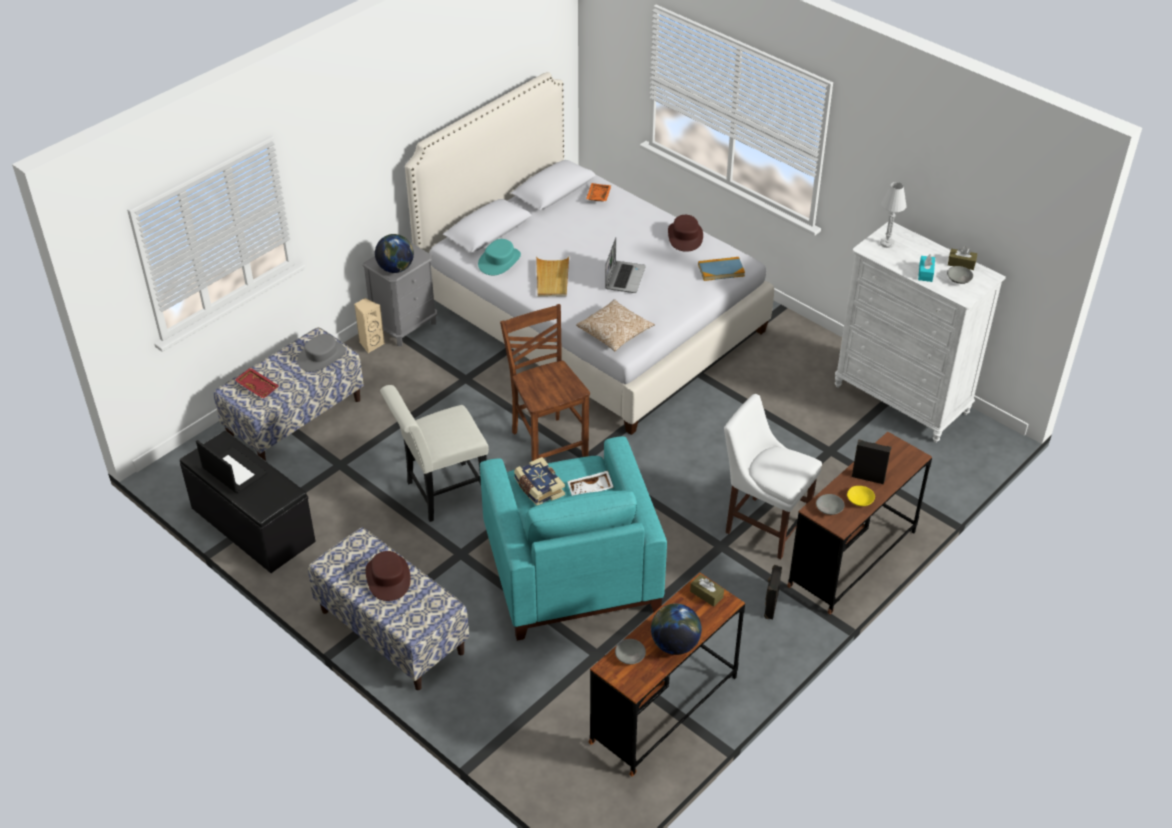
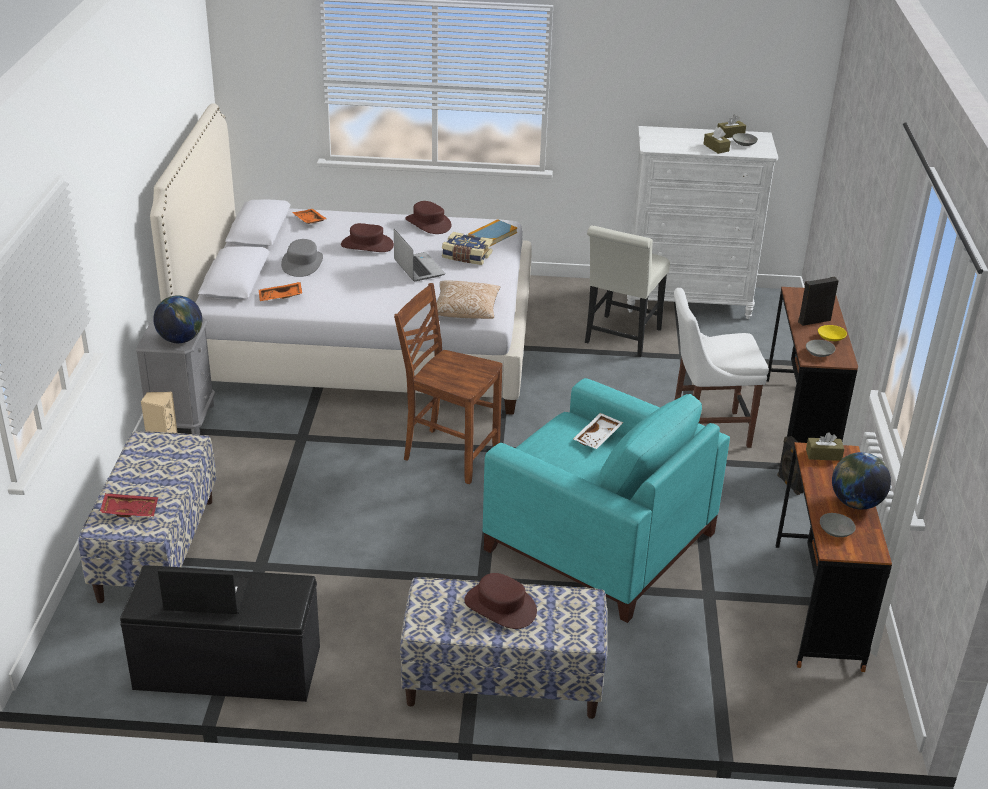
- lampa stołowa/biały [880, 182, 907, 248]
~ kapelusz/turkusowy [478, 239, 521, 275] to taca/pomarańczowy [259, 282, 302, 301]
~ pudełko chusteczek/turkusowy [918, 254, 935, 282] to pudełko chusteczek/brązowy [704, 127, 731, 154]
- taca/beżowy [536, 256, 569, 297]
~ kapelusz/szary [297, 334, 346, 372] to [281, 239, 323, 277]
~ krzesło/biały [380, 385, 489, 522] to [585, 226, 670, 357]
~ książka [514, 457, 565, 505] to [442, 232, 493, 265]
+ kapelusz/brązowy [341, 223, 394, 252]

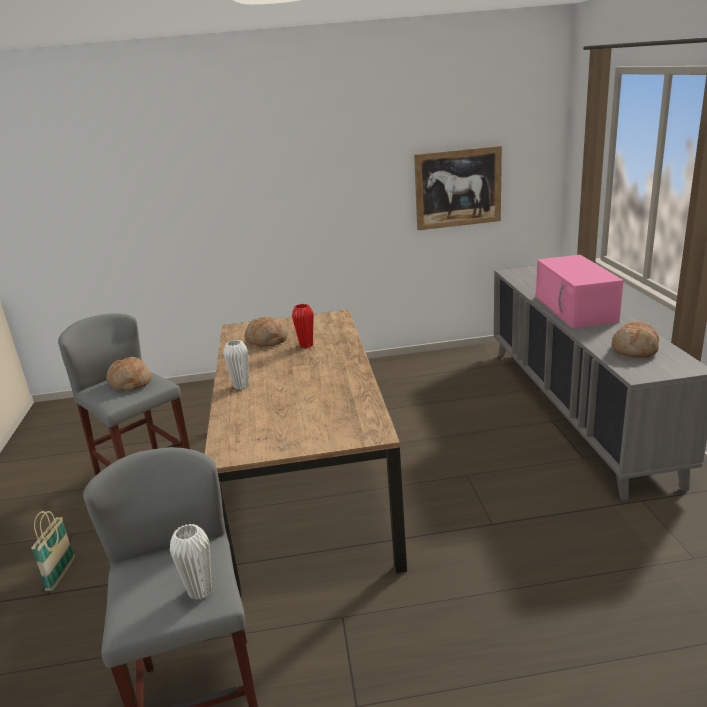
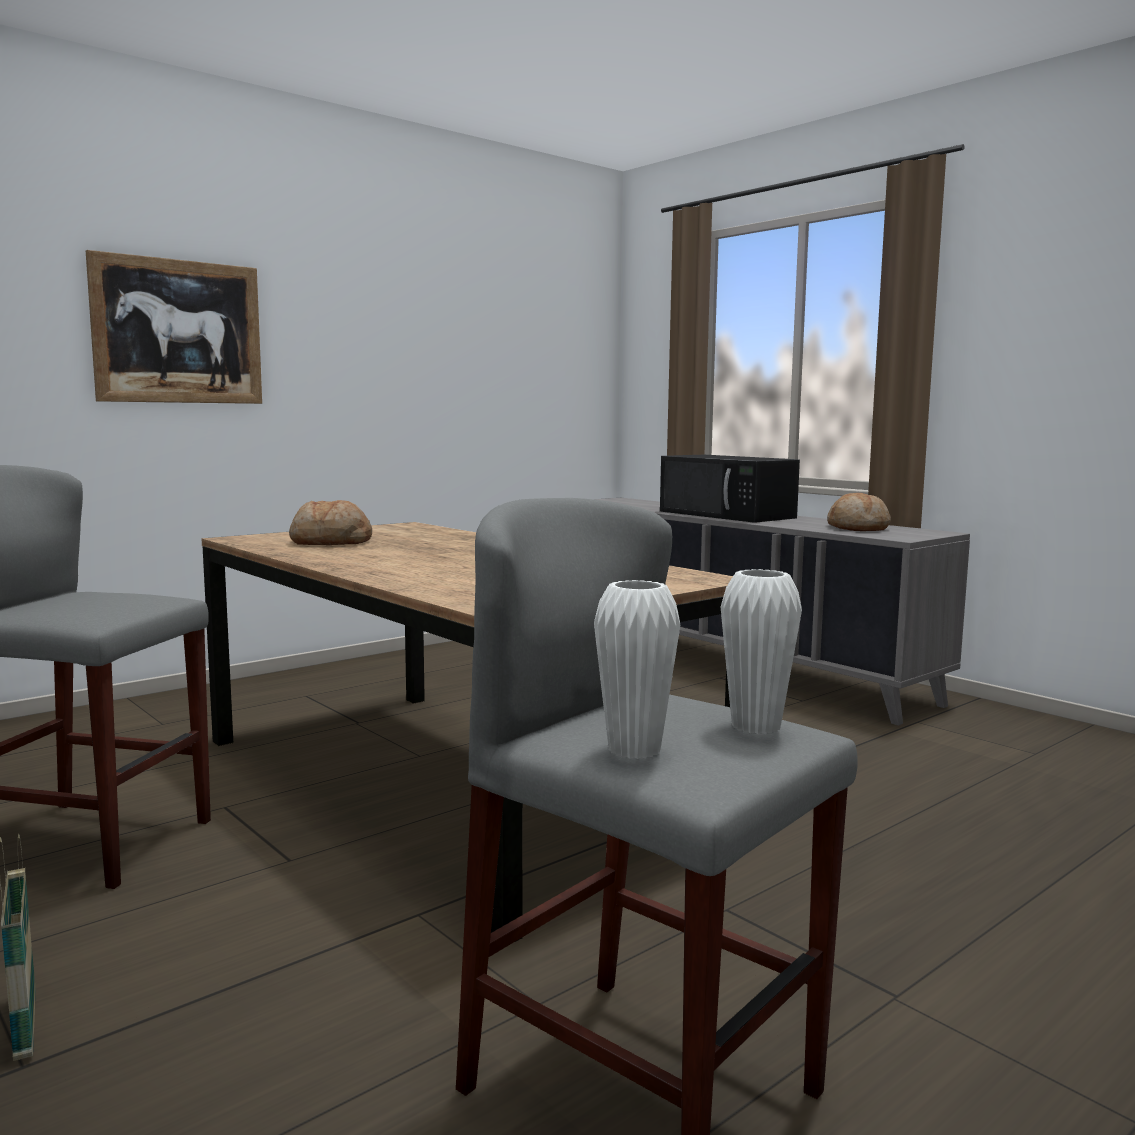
~ obraz [414, 146, 502, 230] to [86, 250, 262, 404]
~ mikrofalówka/różowy [536, 255, 623, 328] to mikrofalówka/czarny [660, 455, 800, 523]
- wazon/czerwony [292, 304, 314, 348]
~ wazon/biały [223, 340, 249, 389] to [594, 580, 680, 759]
- chleb [106, 357, 152, 391]

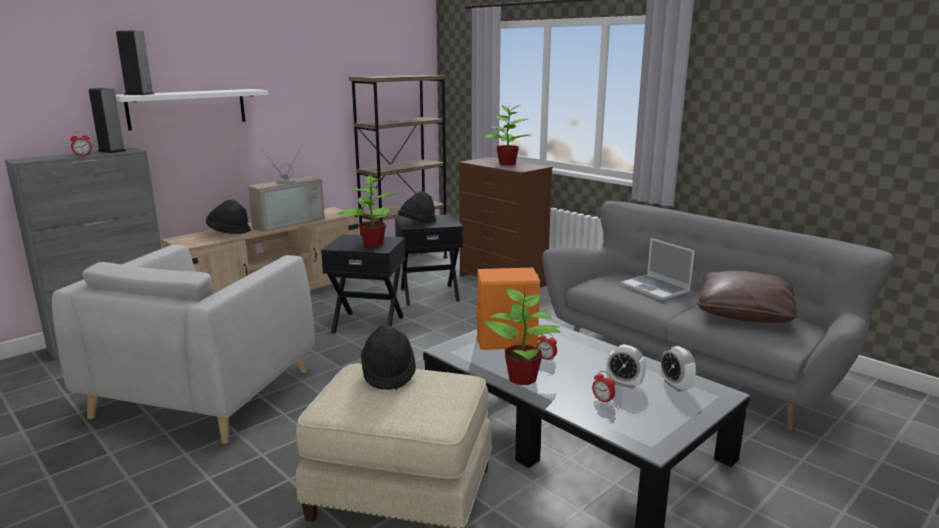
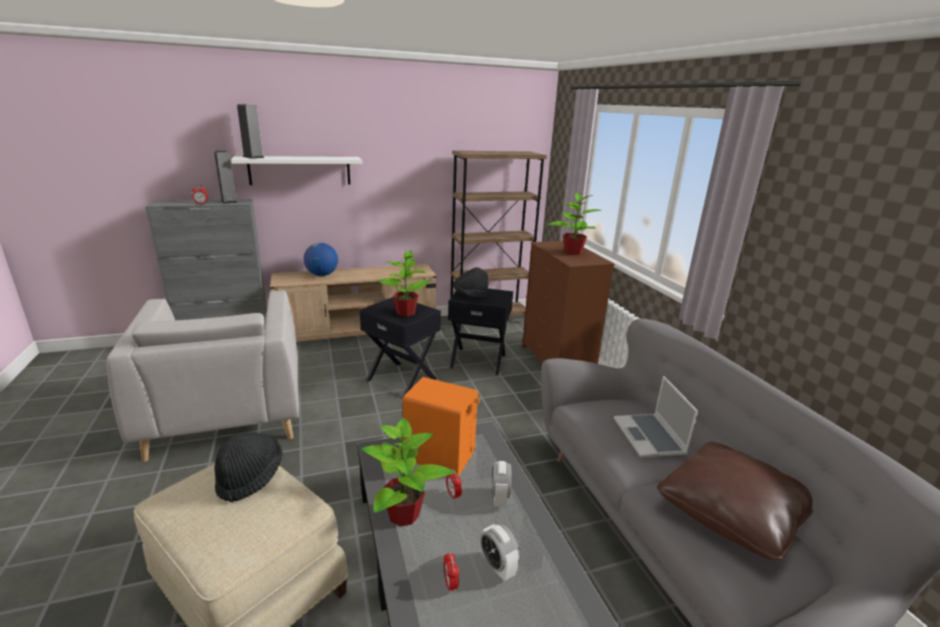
- telewizor [248, 145, 325, 231]
~ kapelusz/czarny [206, 200, 251, 234] to globus [304, 243, 338, 276]
~ fotel/szary [52, 245, 315, 444] = [107, 290, 299, 462] 60 degrees counterclockwise
~ budzik [661, 346, 696, 392] to [491, 461, 511, 507]

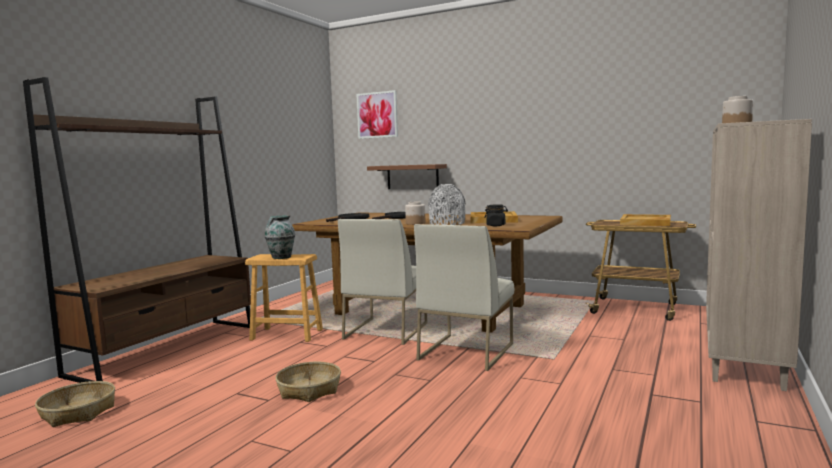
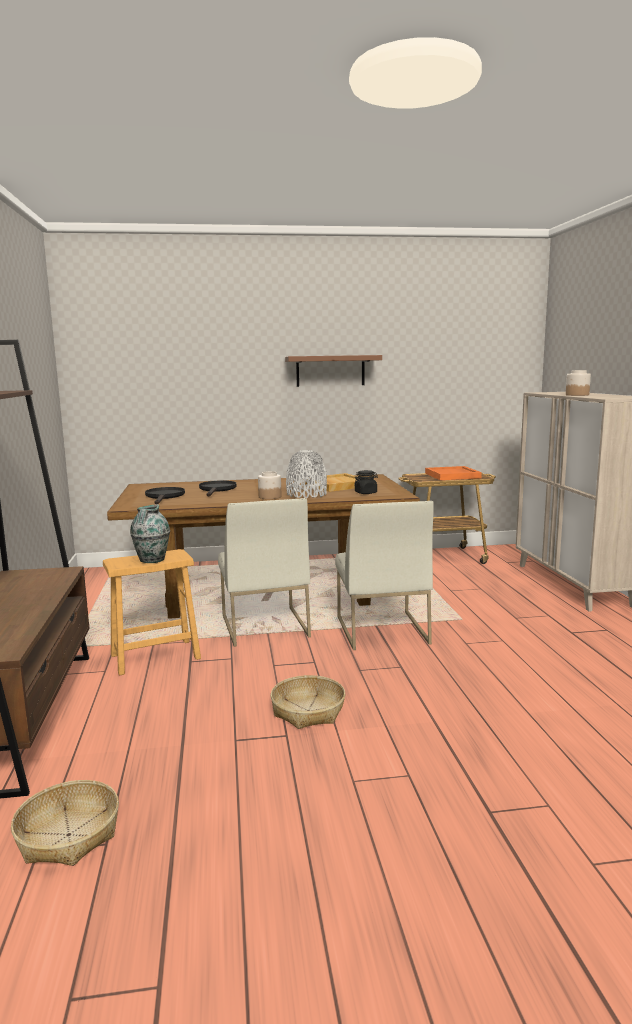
- obraz [356, 90, 398, 139]
~ półka/brązowy [367, 164, 447, 189] to [285, 355, 382, 387]
~ taca/beżowy [620, 214, 671, 226] to taca/pomarańczowy [425, 466, 482, 480]

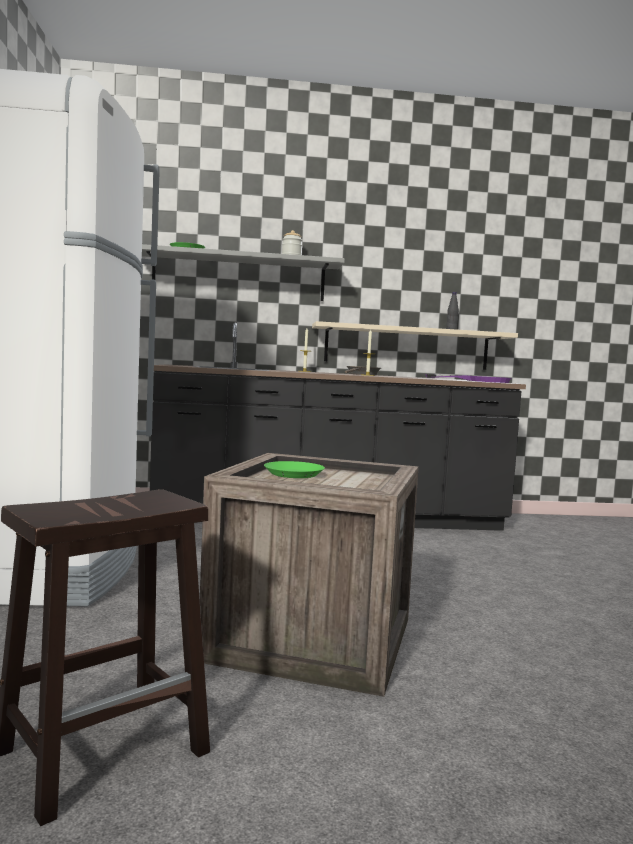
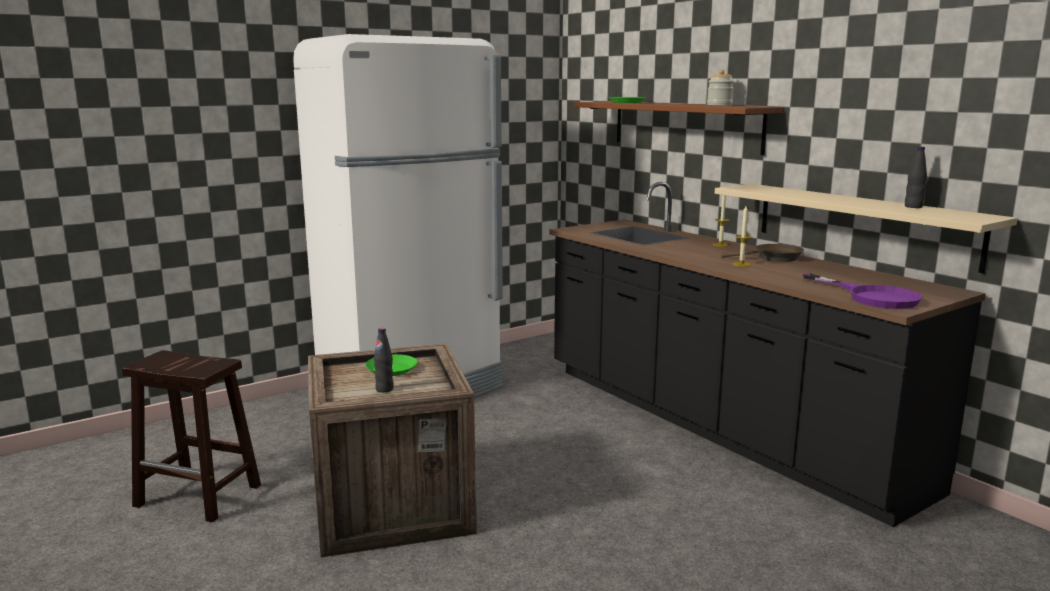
~ półka/szary [142, 244, 345, 301] to półka/brązowy [574, 102, 783, 155]
+ butelka/czarny [374, 328, 394, 393]

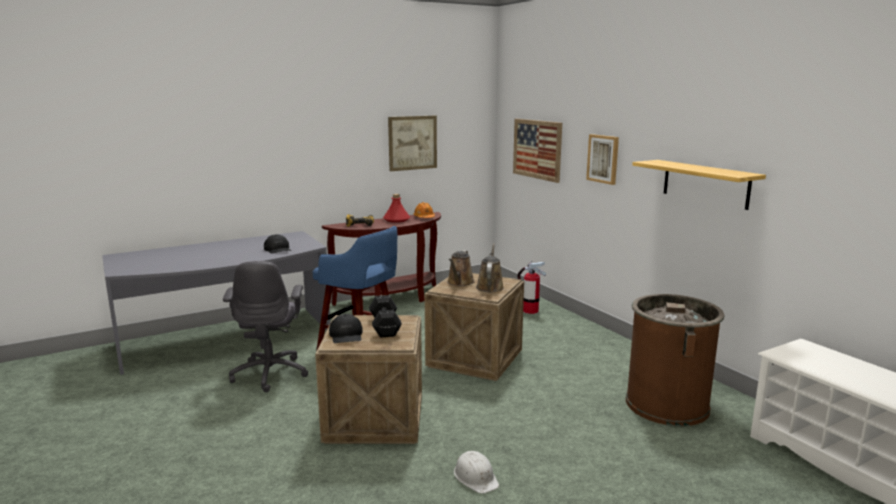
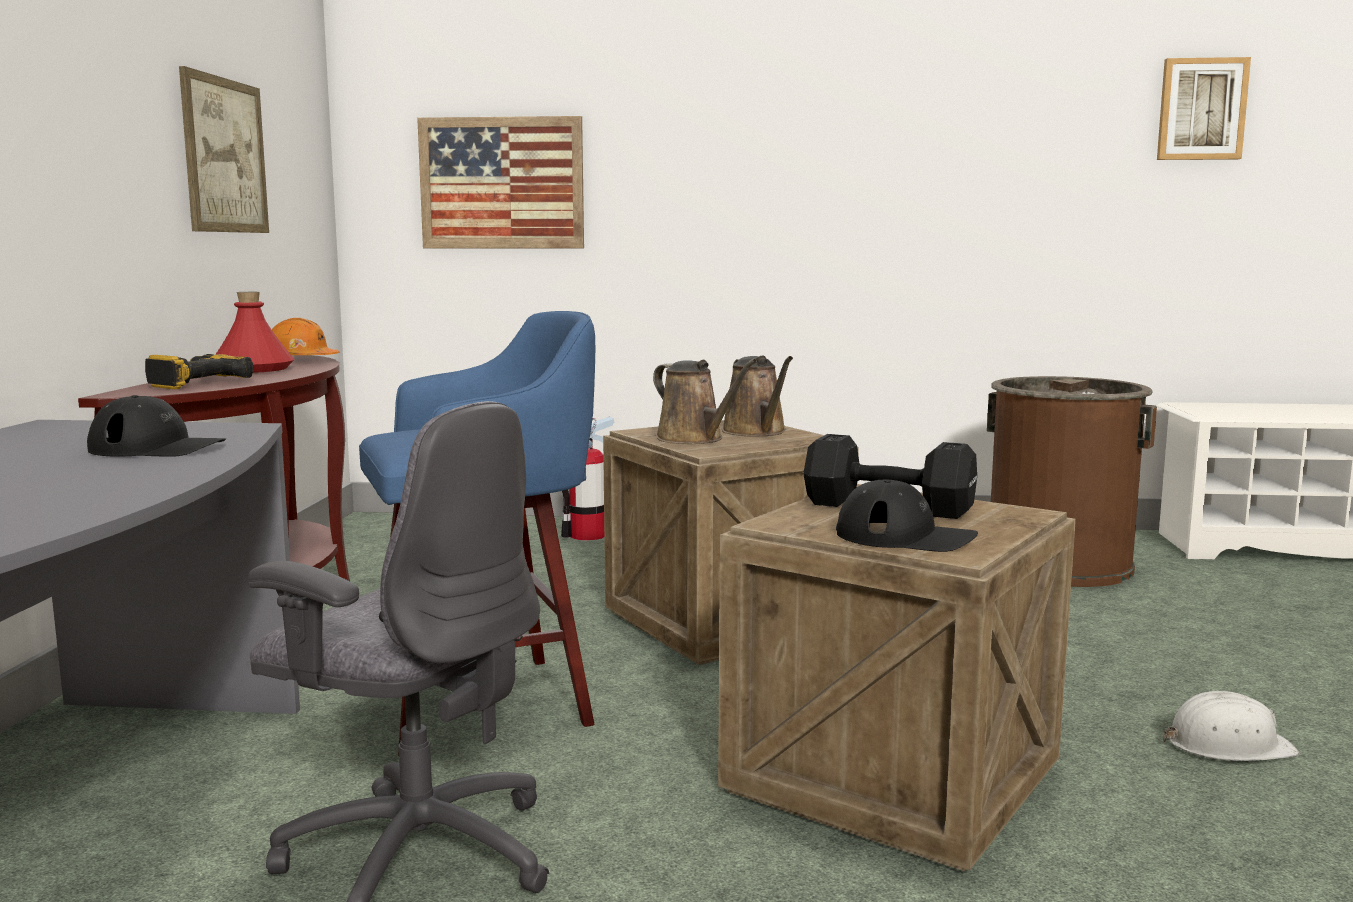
~ obraz [586, 134, 619, 185] to [1157, 57, 1251, 160]
- półka [632, 160, 766, 210]
~ konewka/brązowy [476, 243, 504, 292] = [722, 356, 793, 436] 150 degrees counterclockwise

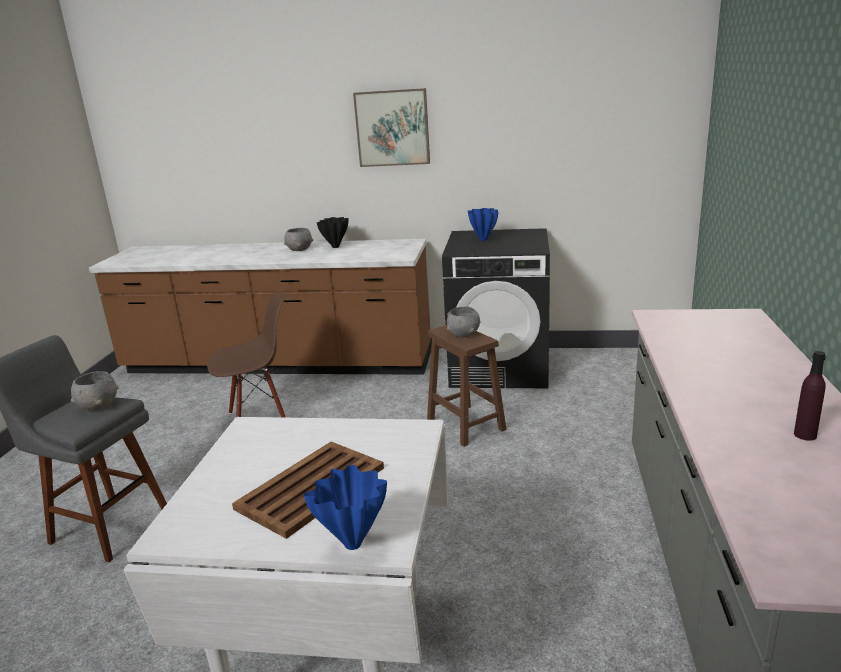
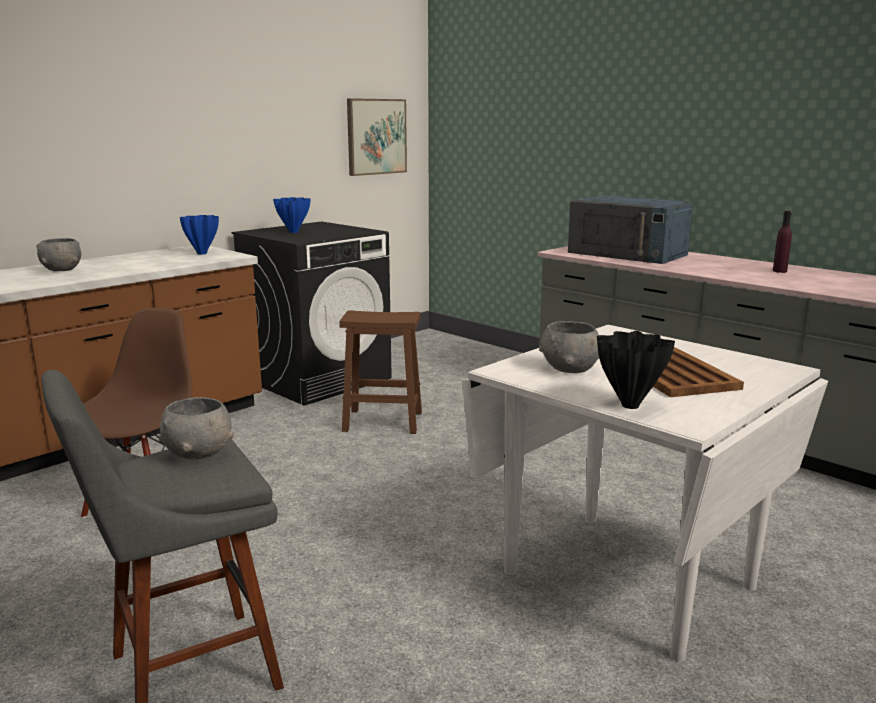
~ obraz [353, 88, 430, 167] to [347, 98, 407, 176]
~ wazon/czarny [317, 217, 349, 248] to [597, 331, 675, 409]
~ miska/szary [447, 306, 481, 337] to [539, 321, 599, 373]
~ wazon/niebieski [303, 465, 387, 550] to [180, 215, 219, 255]
+ mikrofalówka/niebieski [568, 196, 693, 264]

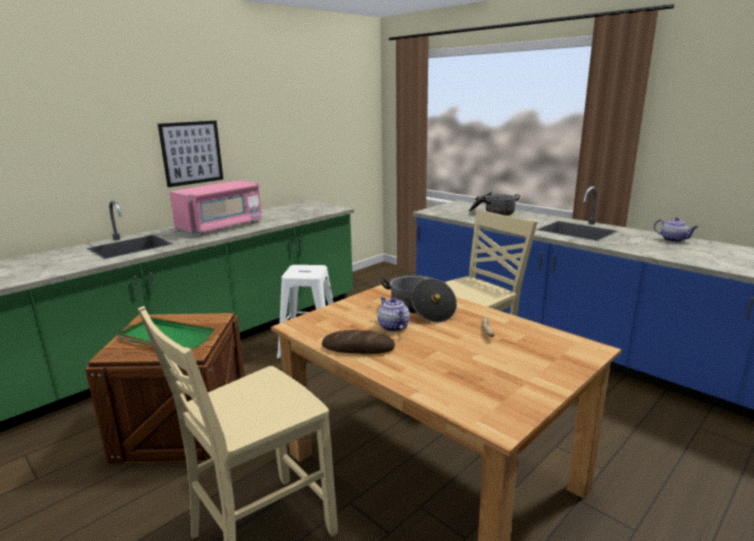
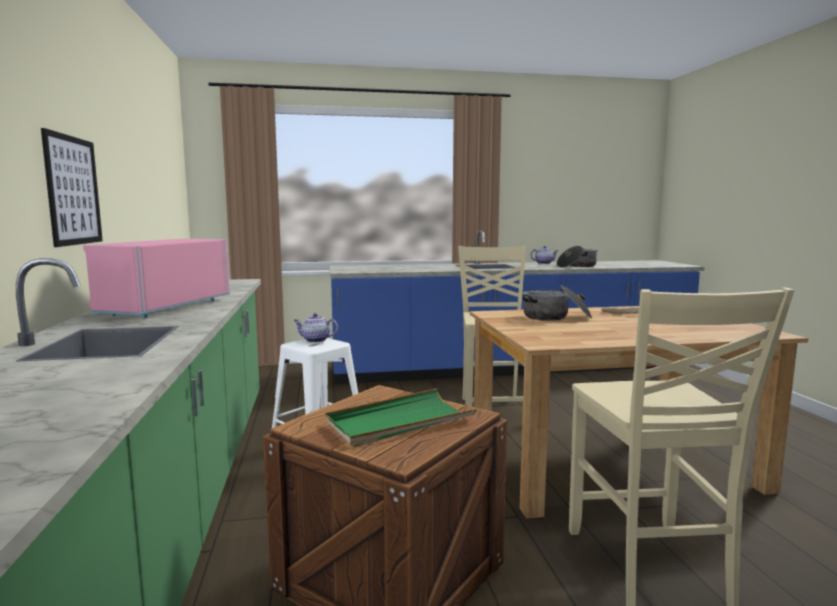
~ mikrofalówka/różowy [169, 180, 262, 234] = [83, 239, 230, 318] 150 degrees counterclockwise
~ garnek [469, 192, 520, 216] to [557, 246, 598, 268]
~ imbryk [377, 297, 410, 332] to [294, 313, 338, 343]
- chleb [322, 330, 395, 354]

